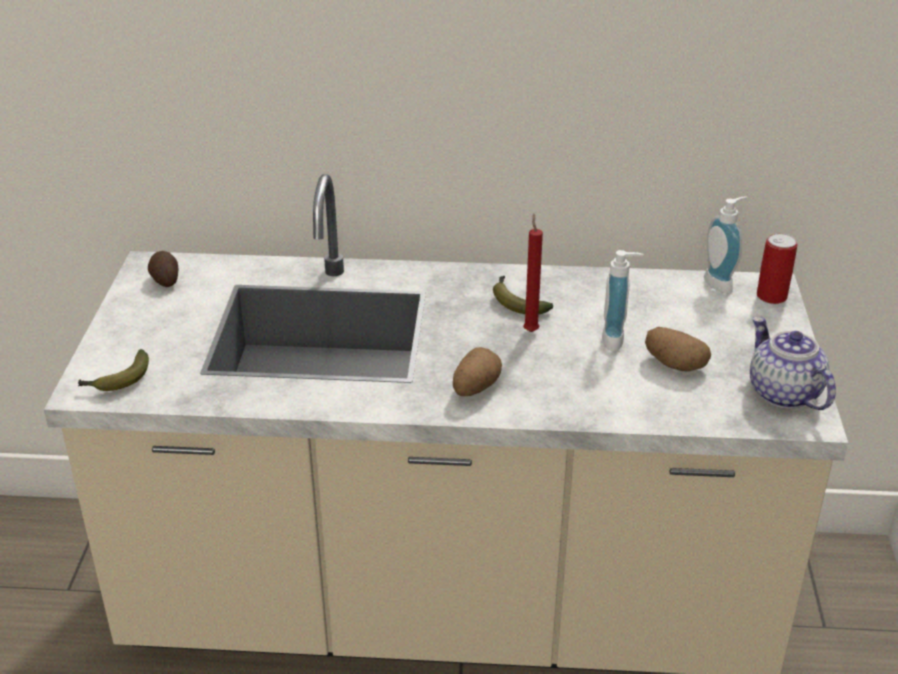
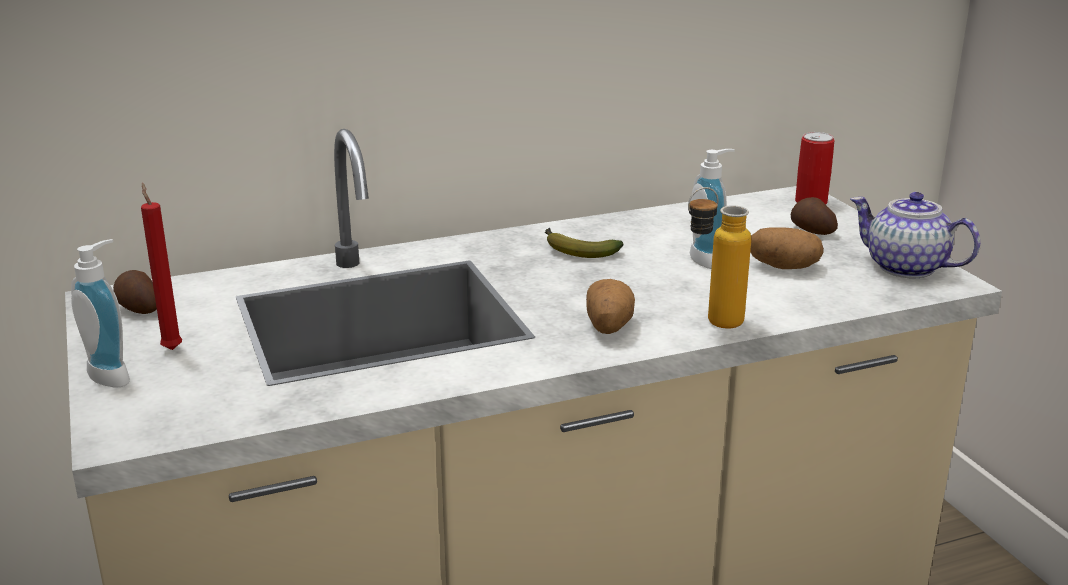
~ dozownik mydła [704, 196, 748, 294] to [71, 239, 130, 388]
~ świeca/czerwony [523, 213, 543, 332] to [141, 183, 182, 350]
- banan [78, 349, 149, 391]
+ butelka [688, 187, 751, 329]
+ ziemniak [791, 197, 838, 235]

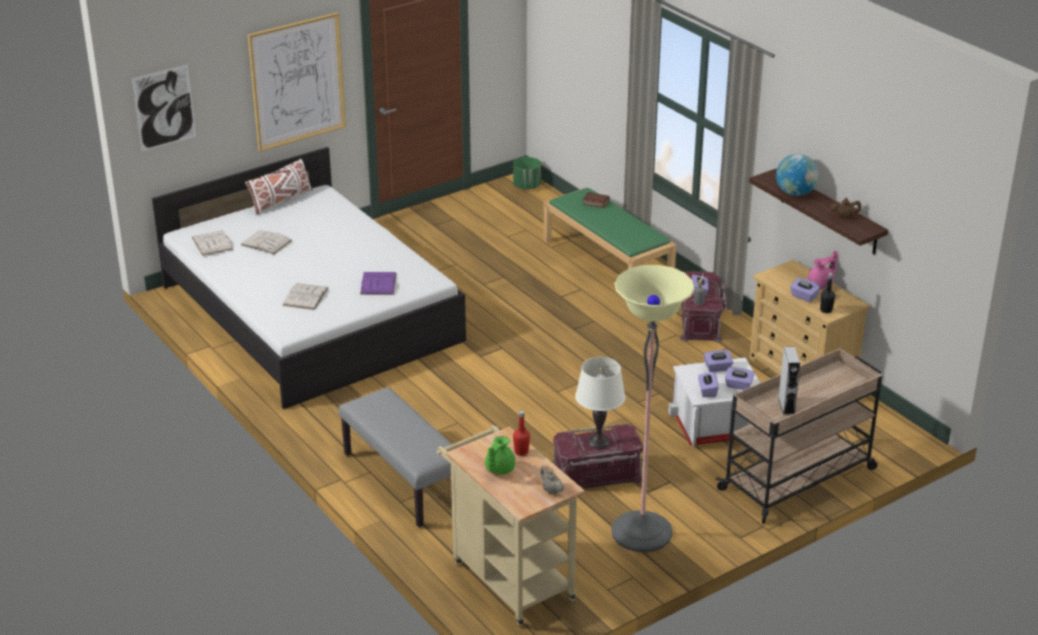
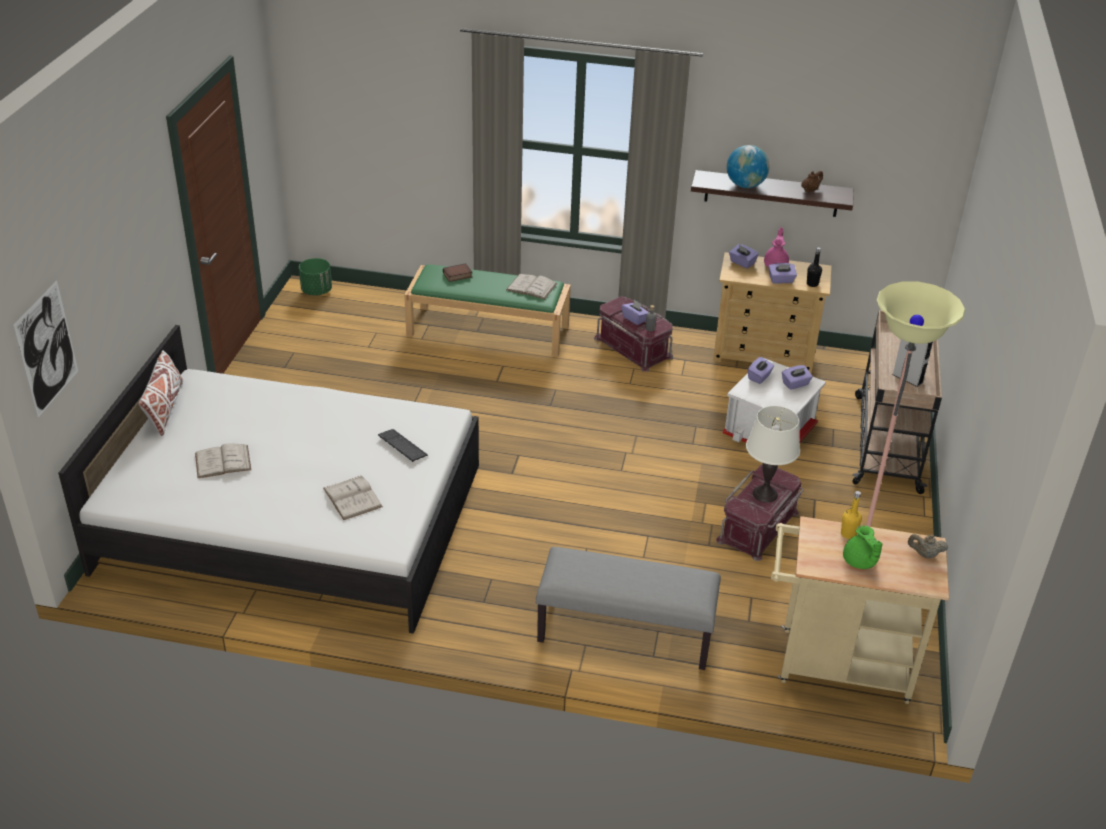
- obraz [248, 13, 346, 151]
~ książka/biały [192, 230, 233, 256] to [506, 274, 557, 299]
~ książka/fioletowy [360, 272, 396, 295] to klawiatura [378, 429, 428, 462]
~ pudełko chusteczek/fioletowy [698, 372, 718, 397] to [729, 244, 759, 268]
~ butelka/czerwony [513, 411, 530, 456] to butelka/żółty [841, 491, 862, 539]

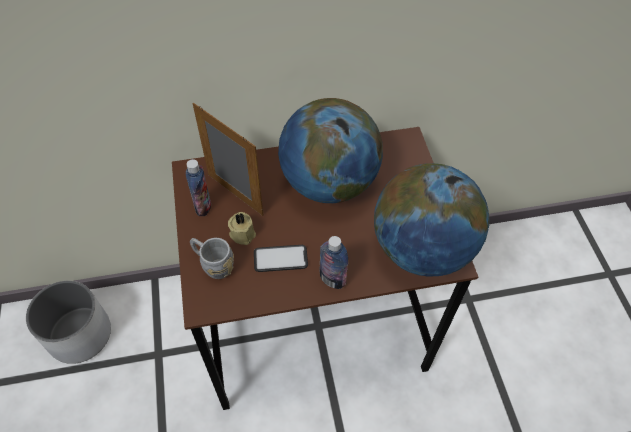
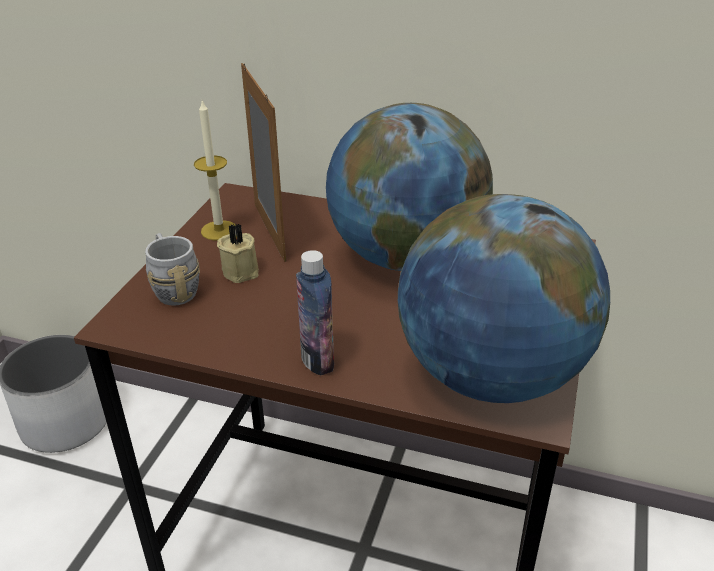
~ butelka [186, 159, 211, 216] to świeca [194, 101, 236, 241]
- telefon [254, 245, 308, 272]

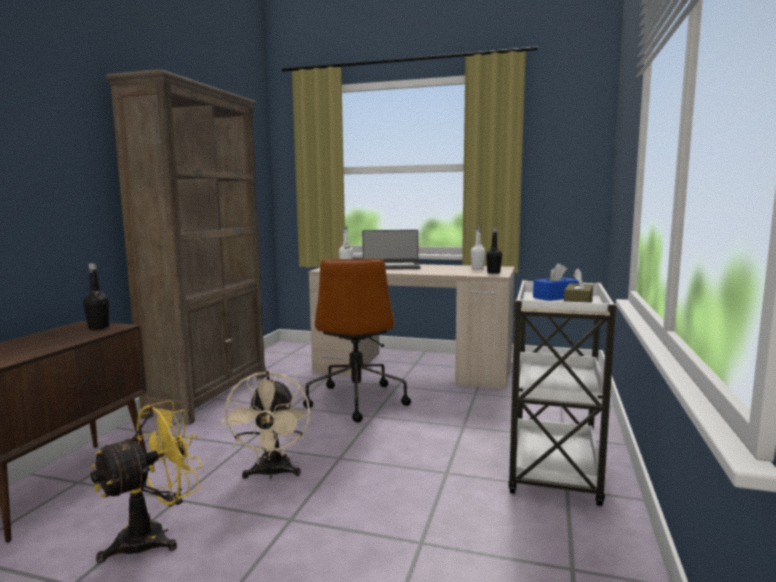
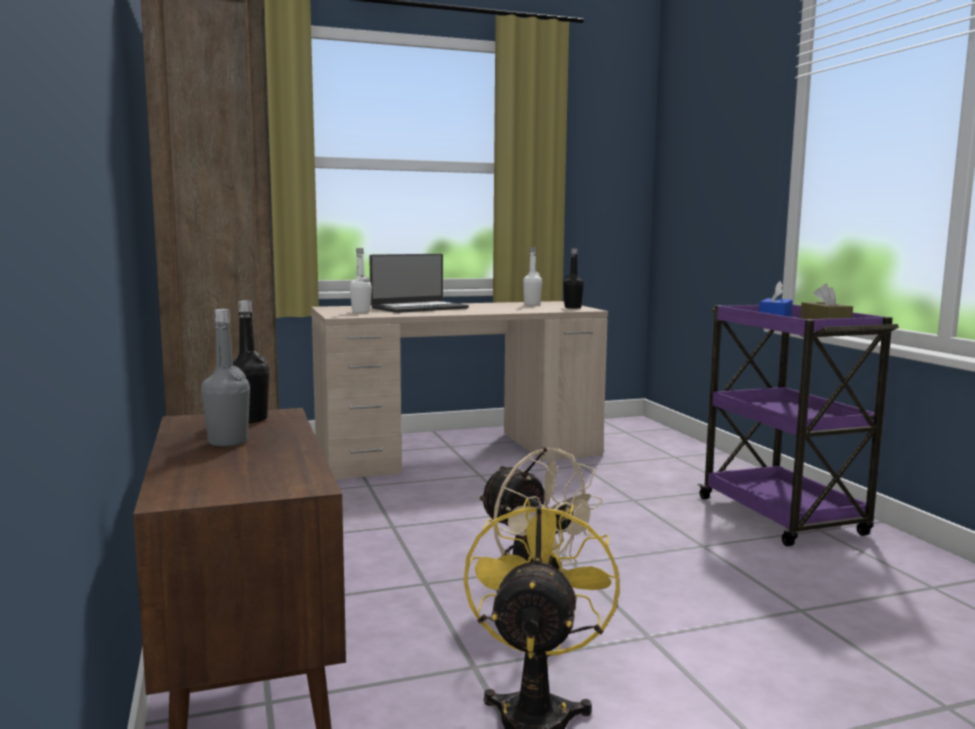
- krzesło biurowe/brązowy [303, 258, 411, 422]
~ wózek/biały [508, 280, 616, 506] to wózek/fioletowy [697, 304, 899, 546]
+ butelka/szary [201, 309, 250, 447]

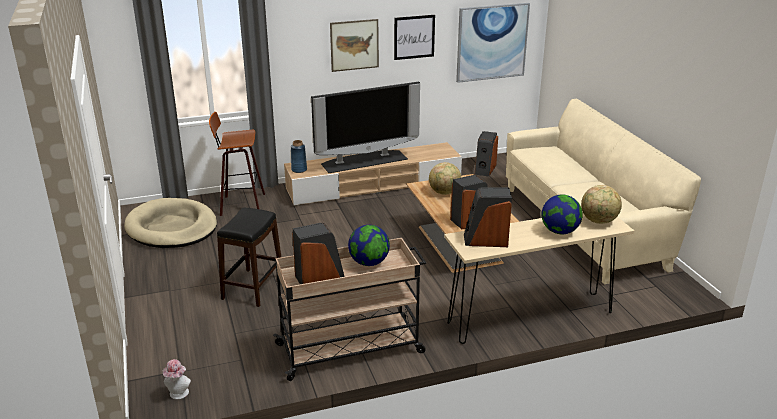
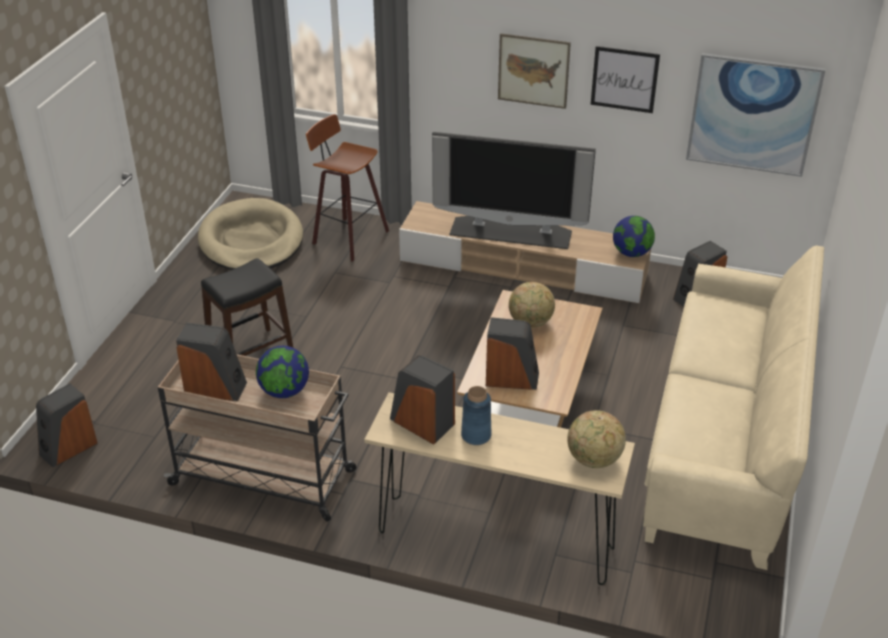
~ wazon/niebieski [291, 140, 307, 173] to [461, 386, 491, 445]
~ globus [542, 194, 583, 234] to [613, 216, 655, 257]
~ kapelusz [163, 359, 191, 399] to głośnik [36, 383, 98, 468]

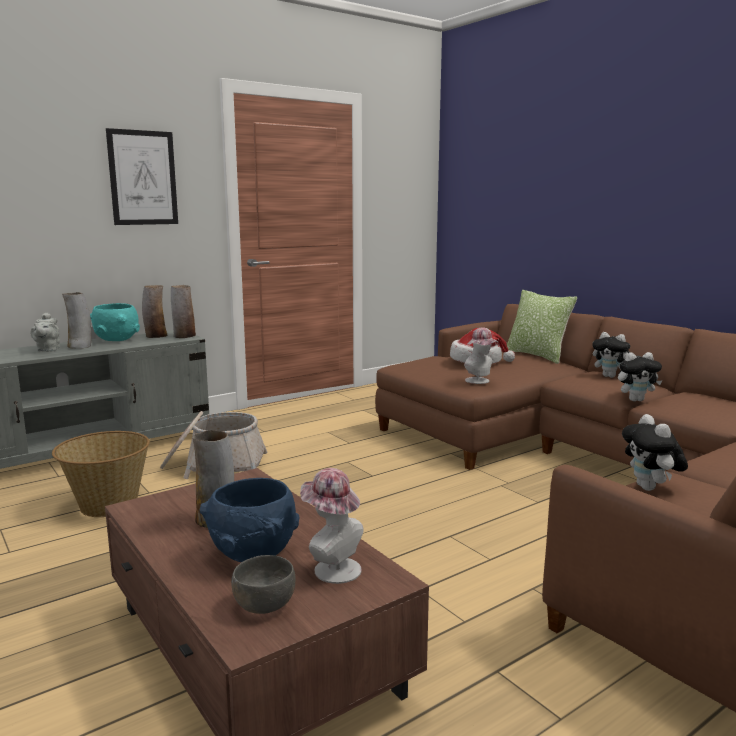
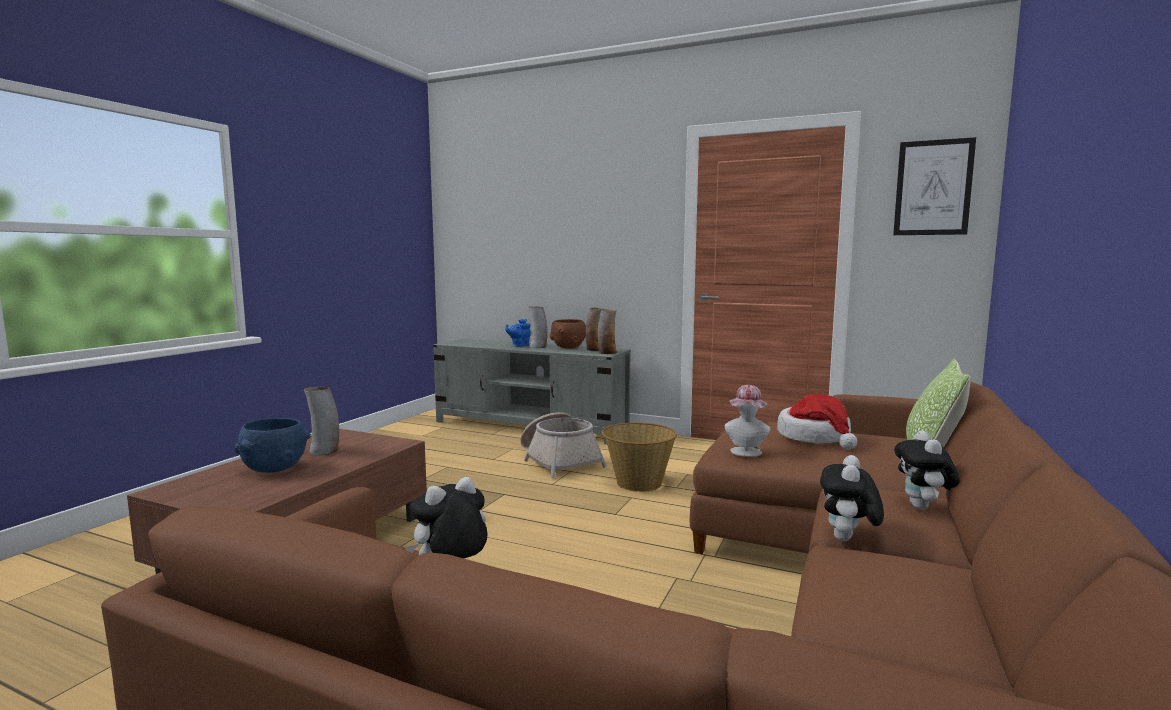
~ obraz [106, 128, 178, 225] to [893, 137, 976, 235]
~ miska/turkusowy [90, 303, 140, 341] to miska/brązowy [549, 319, 586, 349]
~ imbryk/szary [30, 312, 60, 352] to imbryk/niebieski [505, 319, 531, 347]
~ pluszak [618, 352, 662, 401] = [820, 455, 884, 541] 60 degrees clockwise
~ koszyk [52, 431, 150, 517] to [601, 422, 677, 492]
- kapelusz [300, 468, 364, 584]
- miska/szary [231, 555, 296, 614]

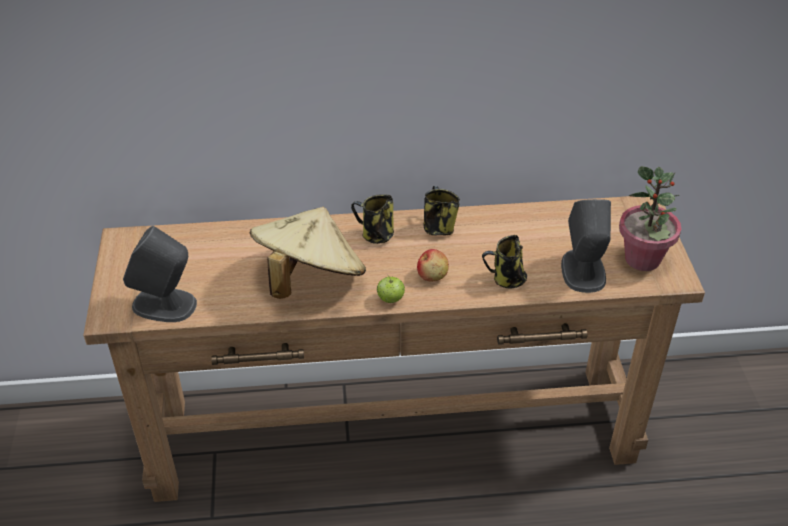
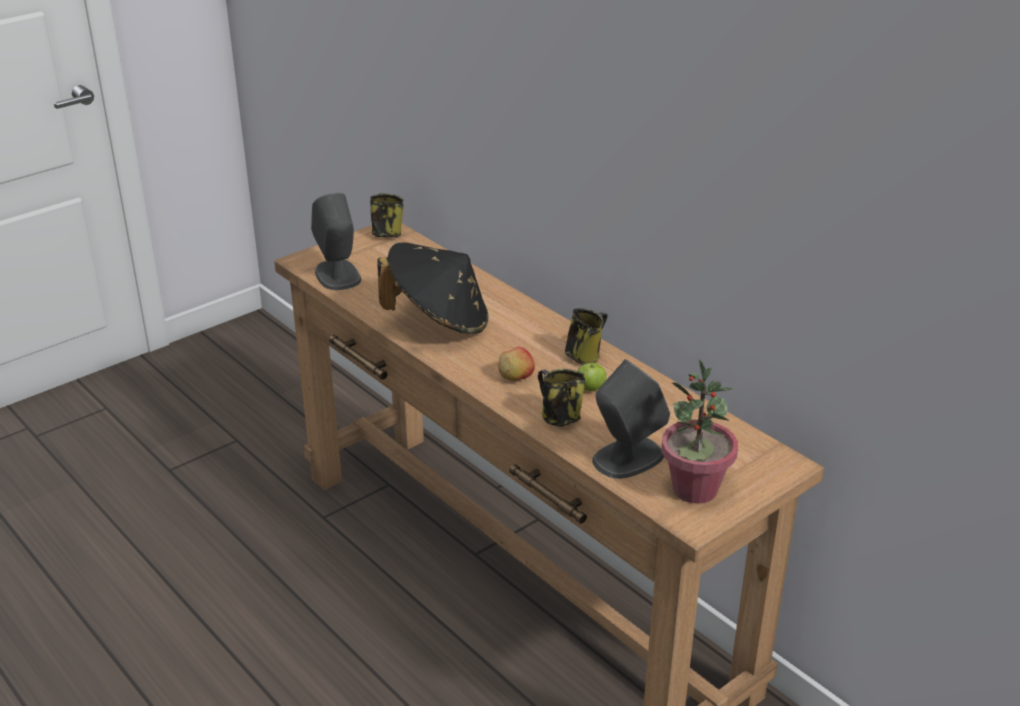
~ kubek [351, 194, 394, 244] to [370, 193, 404, 237]
~ kapelusz/beżowy [250, 207, 366, 299] to kapelusz/czarny [377, 242, 489, 334]
~ jabłko [377, 277, 405, 303] to [577, 358, 607, 391]

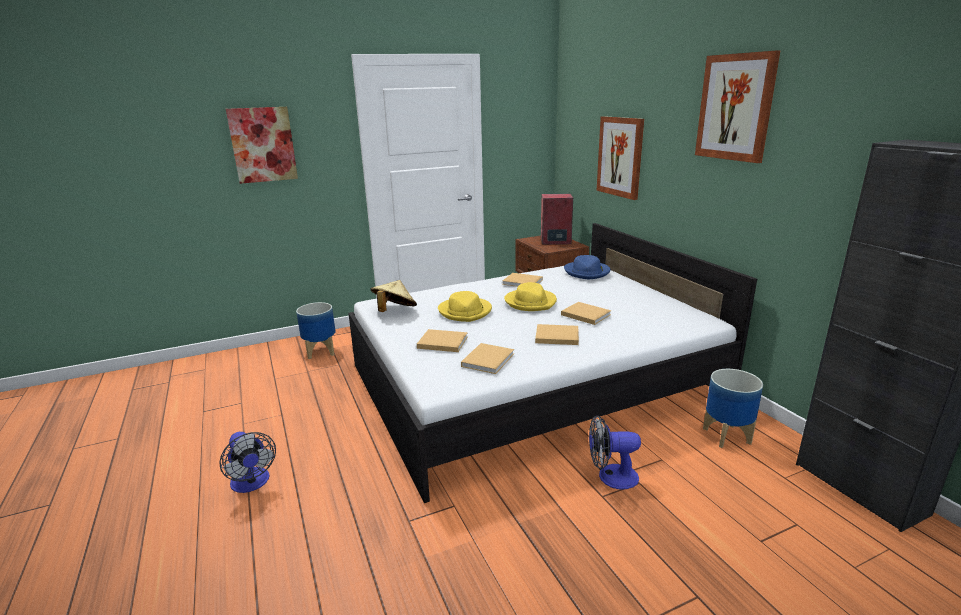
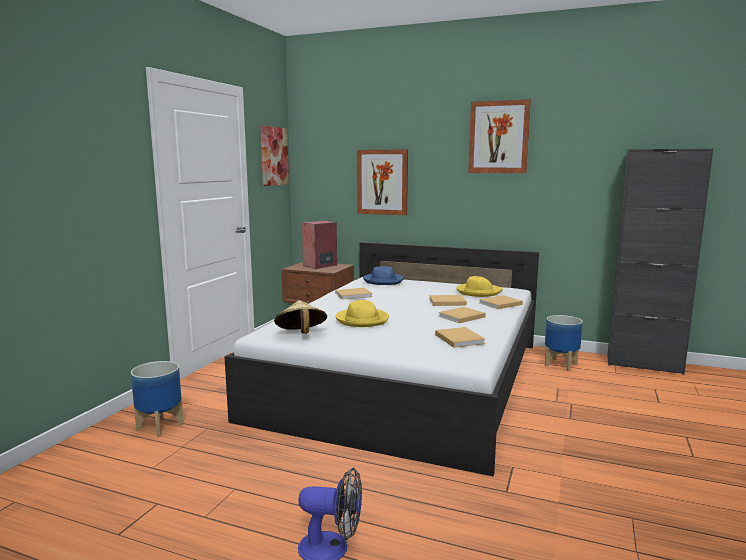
~ obraz [226, 107, 298, 184] to [260, 126, 289, 186]
~ kapelusz/żółty [504, 282, 557, 311] to [456, 276, 503, 297]
~ książka/beżowy [417, 329, 468, 352] to [479, 295, 523, 309]
- wentylator [589, 415, 641, 490]

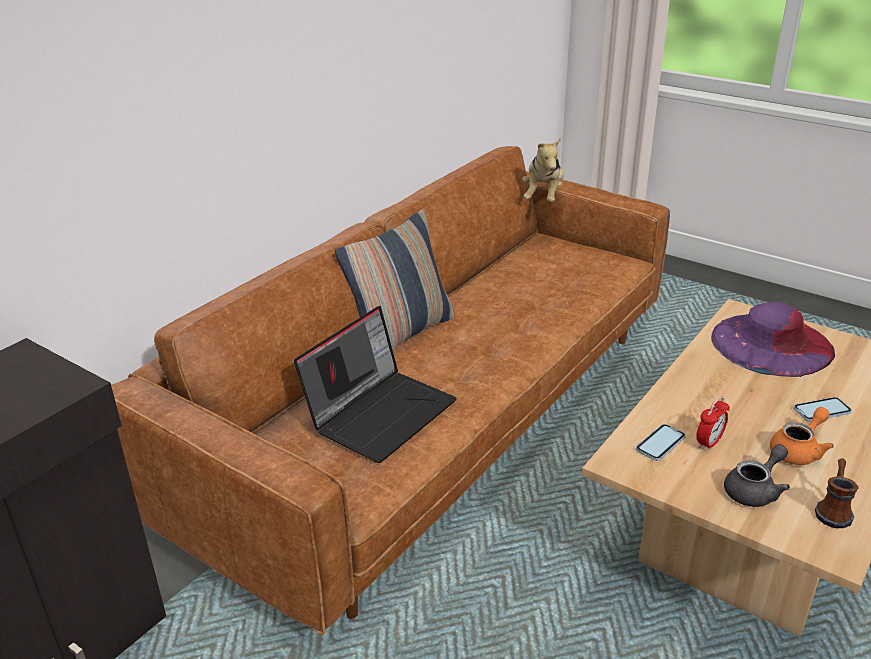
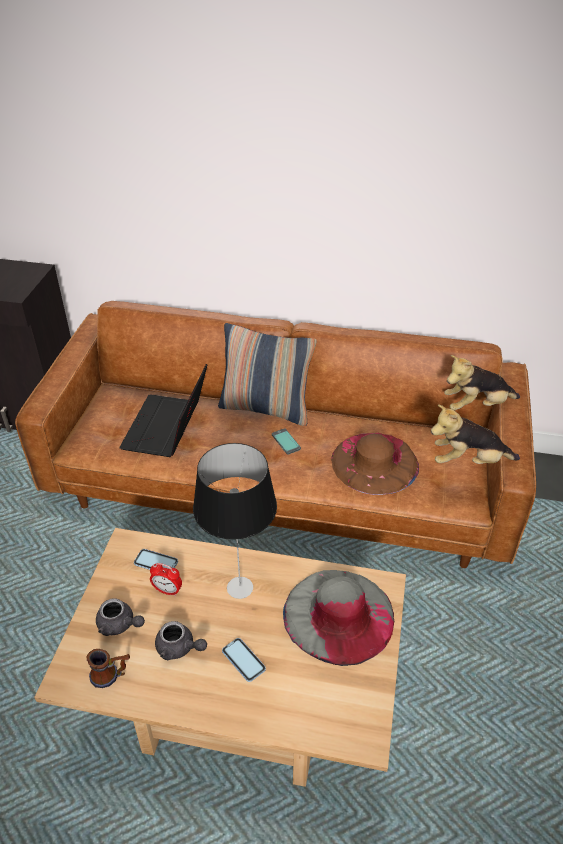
~ kapelusz/fioletowy [711, 302, 835, 377] to kapelusz/szary [283, 570, 394, 666]
~ laptop [294, 306, 457, 463] = [119, 364, 207, 457] 90 degrees clockwise
~ imbryk/pomarańczowy [770, 407, 834, 465] to imbryk/szary [155, 621, 207, 660]
+ pluszak [431, 404, 520, 464]
+ telefon [272, 428, 301, 455]
+ kapelusz/brązowy [331, 433, 419, 495]
+ lampa stołowa [193, 443, 277, 599]

